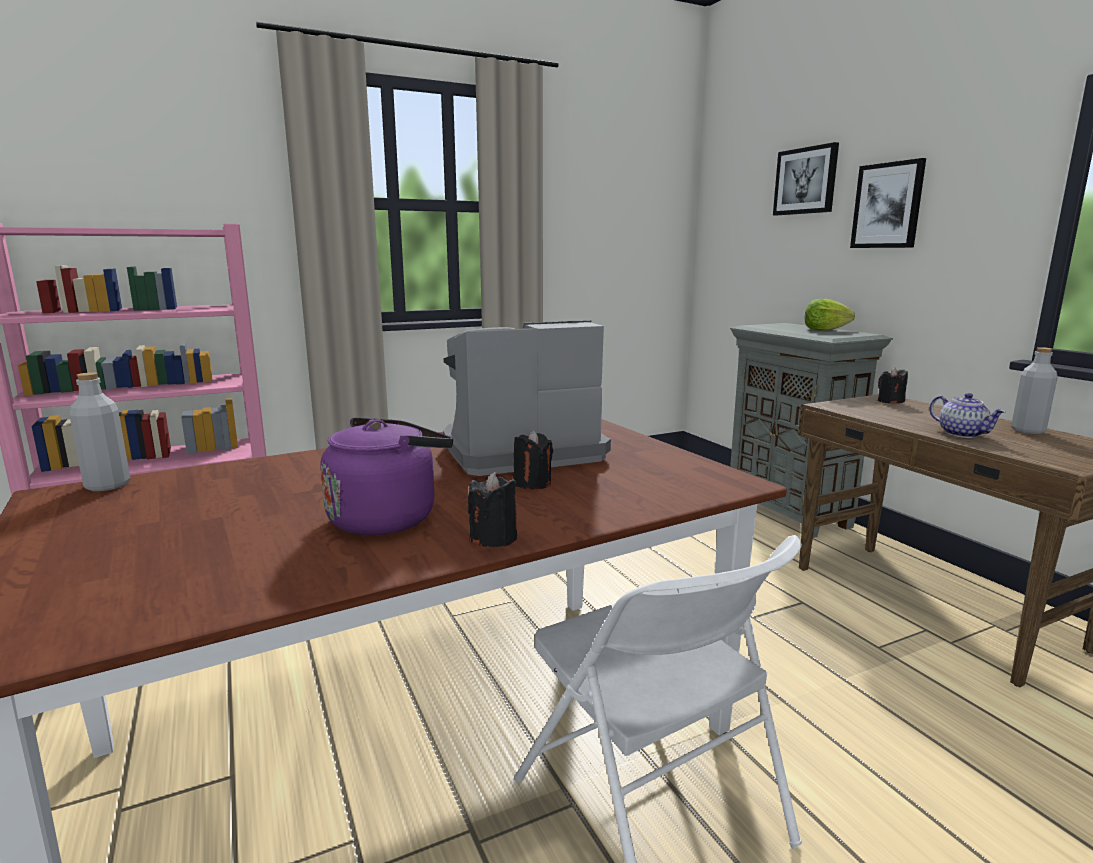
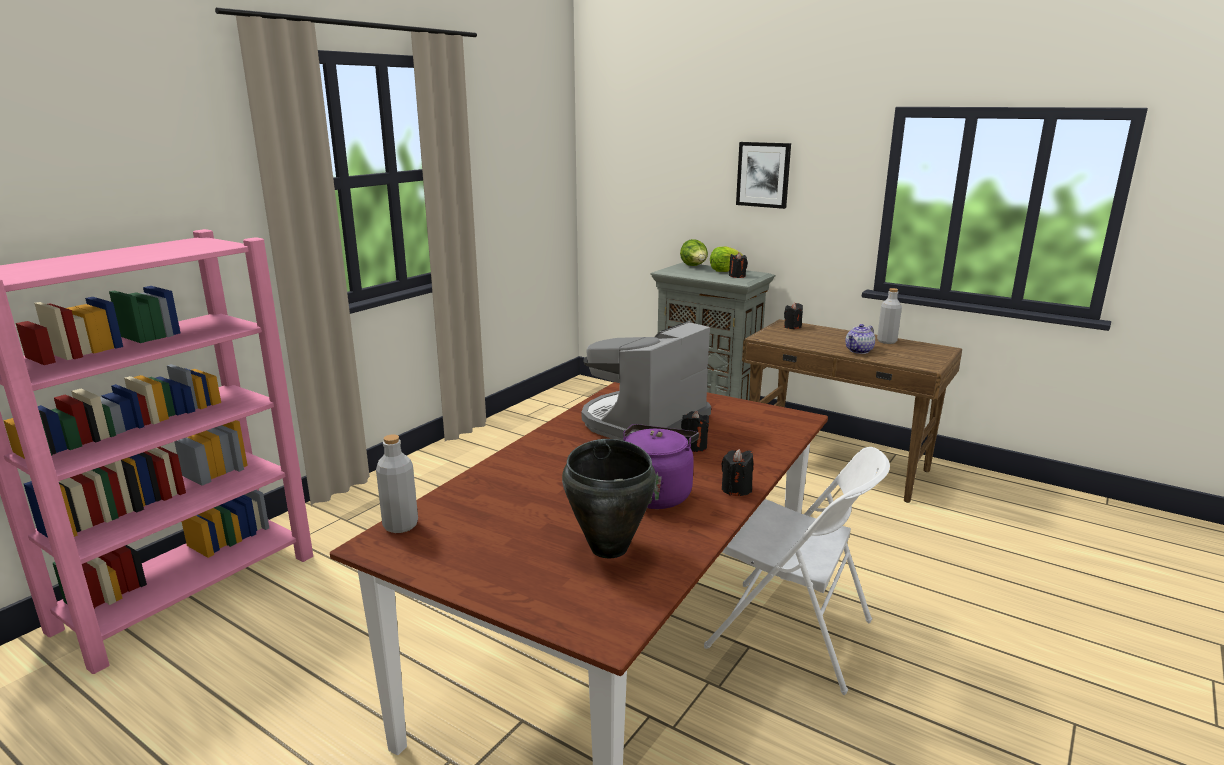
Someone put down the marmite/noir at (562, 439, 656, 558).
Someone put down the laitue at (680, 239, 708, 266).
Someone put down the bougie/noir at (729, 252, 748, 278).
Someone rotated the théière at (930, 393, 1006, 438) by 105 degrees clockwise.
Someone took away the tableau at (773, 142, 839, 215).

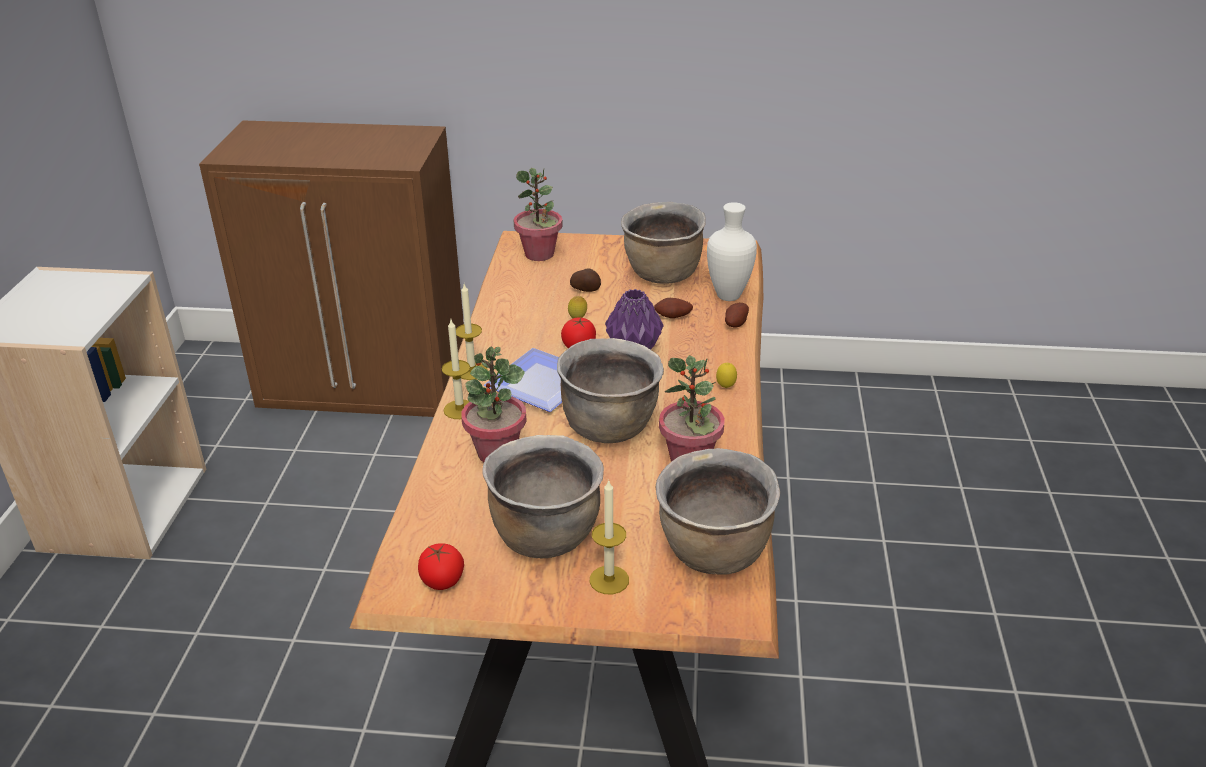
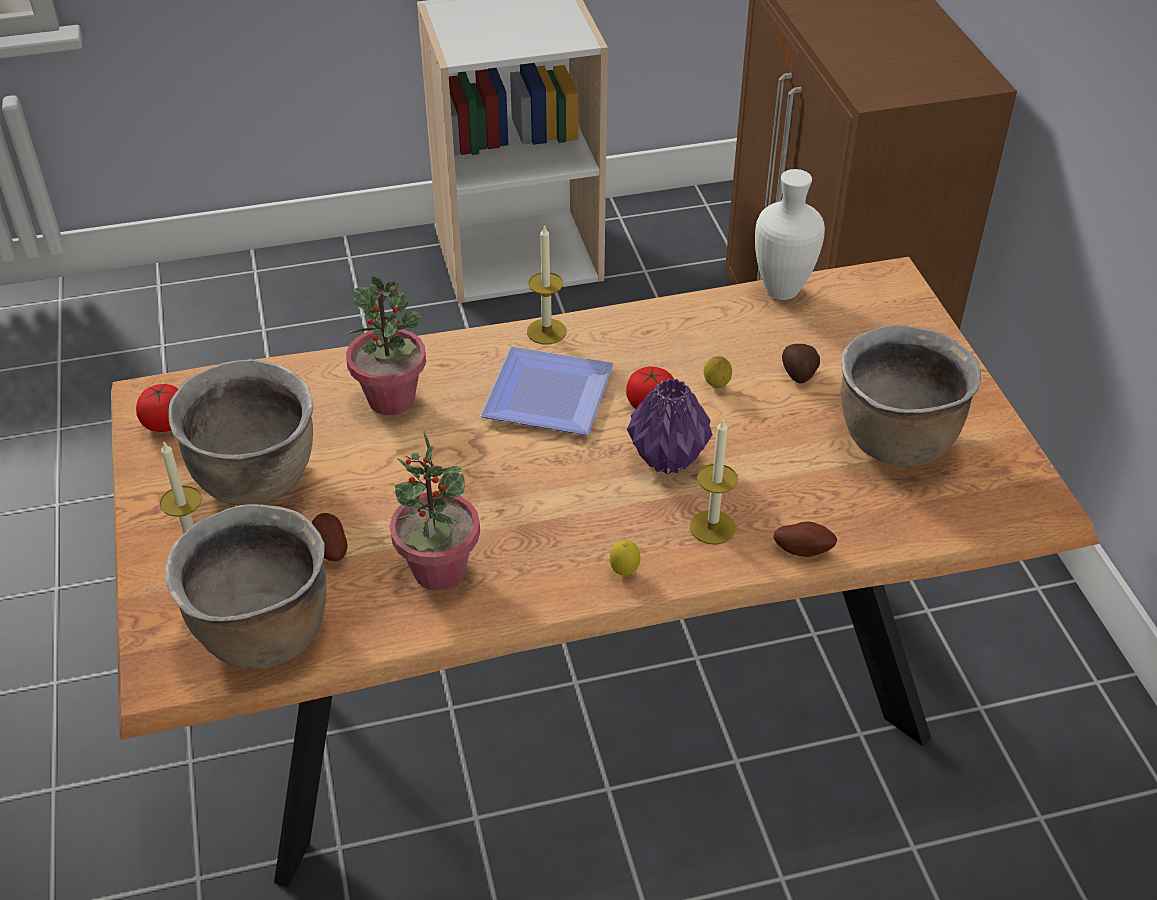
Someone carried the pomme de terre from (654, 298, 693, 318) to (312, 513, 347, 561).
Someone carried the bougie from (442, 320, 470, 419) to (690, 418, 738, 545).
Someone carried the vase/blanc from (707, 202, 757, 301) to (755, 169, 825, 300).
Someone took away the plante en pot at (513, 168, 563, 261).
Someone took away the marmite/marron at (557, 338, 664, 443).

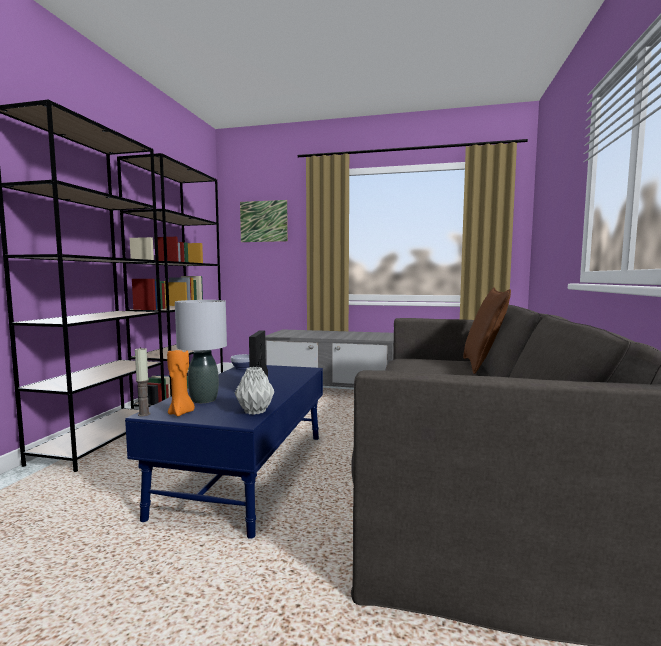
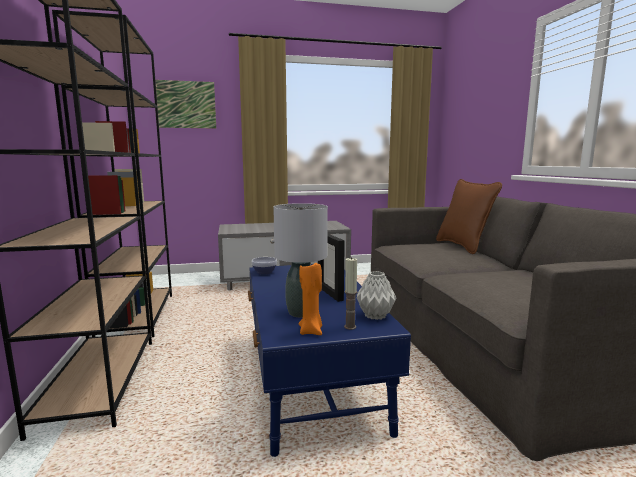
Someone carried the bougie from (135, 347, 150, 416) to (344, 257, 357, 330).

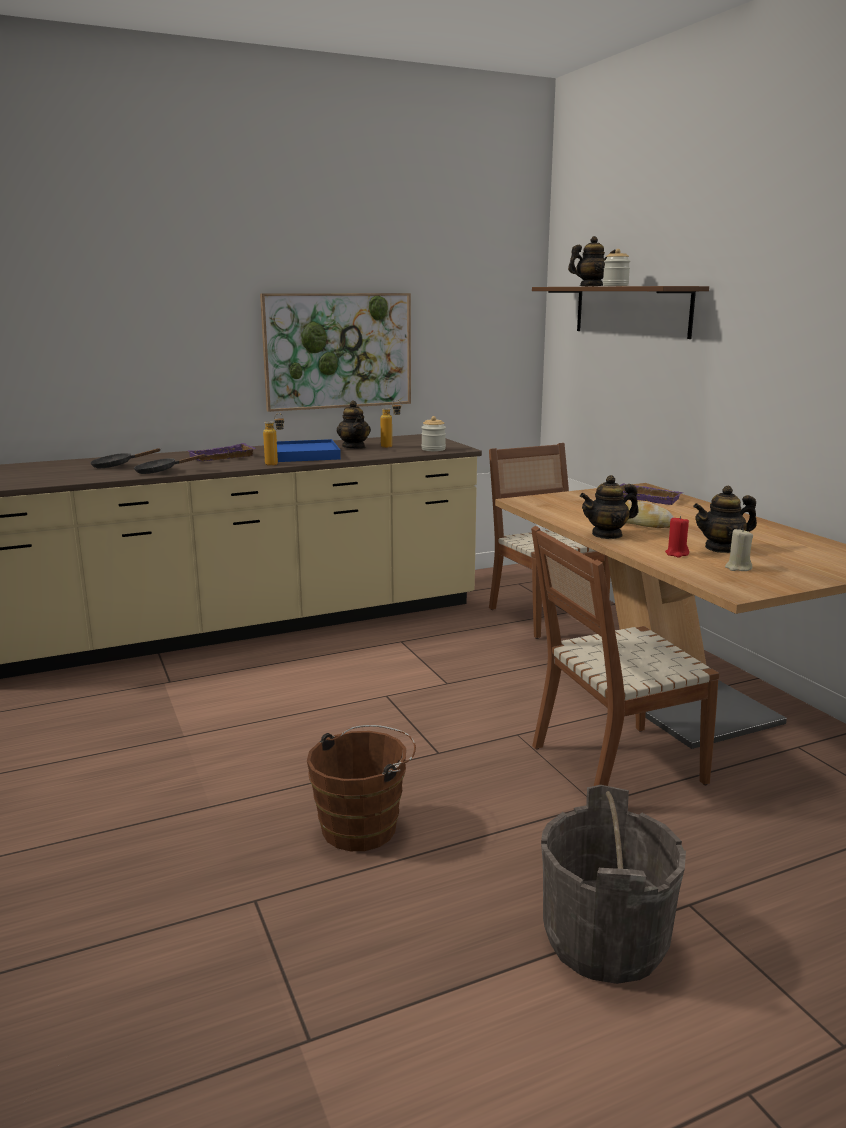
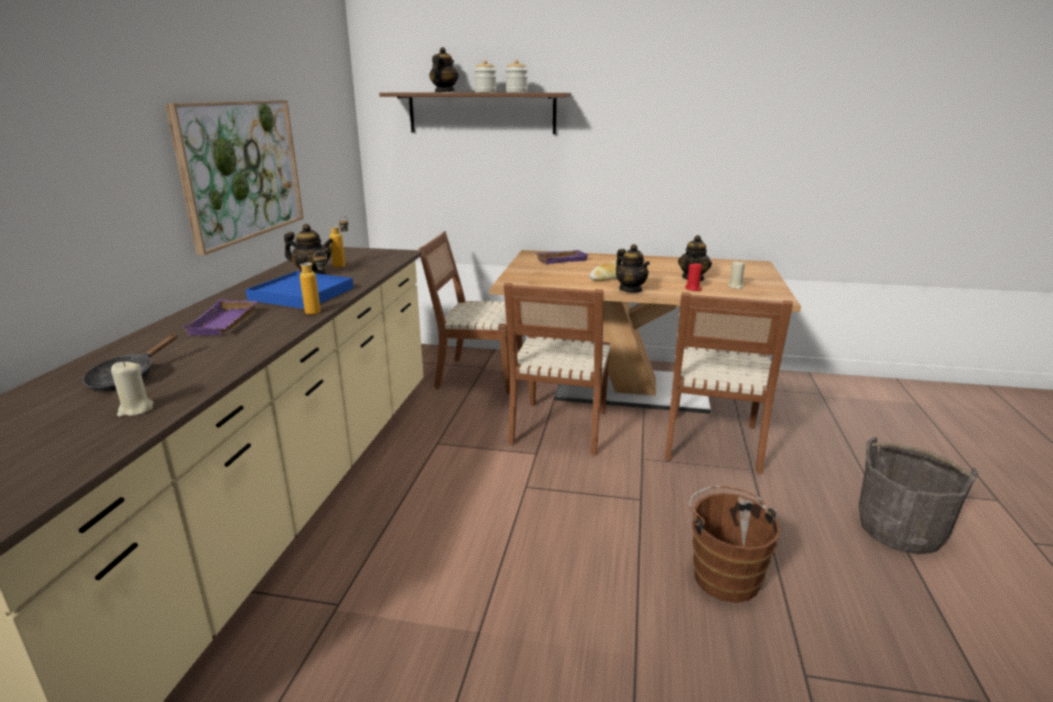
Someone put down the bougie/beige at (111, 361, 154, 417).
Someone put down the chaise at (504, 283, 610, 456).
Someone carried the bocal from (421, 416, 446, 451) to (506, 60, 528, 92).
Someone rotated the théière at (580, 475, 639, 539) by 45 degrees counterclockwise.
Someone took away the poêle/noir at (134, 454, 206, 474).

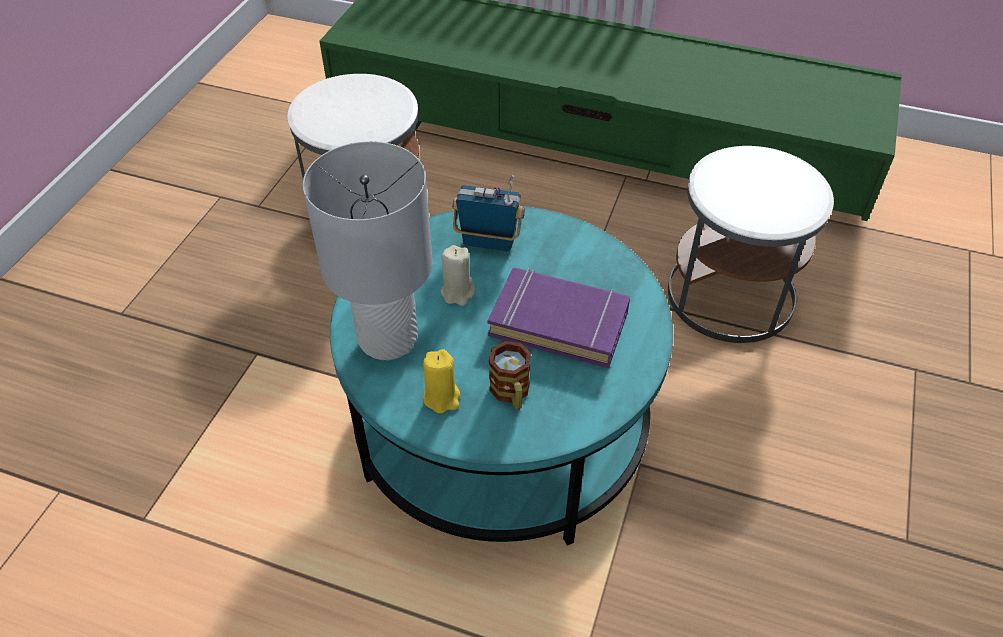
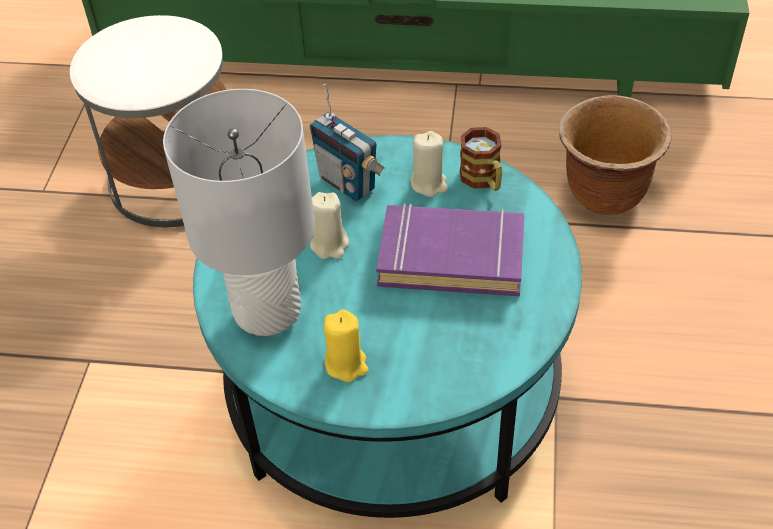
Someone rotated the radio at (452, 175, 525, 251) by 135 degrees counterclockwise.
Someone put down the bougie/beige at (411, 131, 448, 197).
Someone carried the mug from (489, 341, 531, 410) to (460, 127, 502, 191).
Someone swapped the table d'appoint/blanc at (668, 146, 834, 343) for the cache-pot/marron at (559, 95, 672, 215).

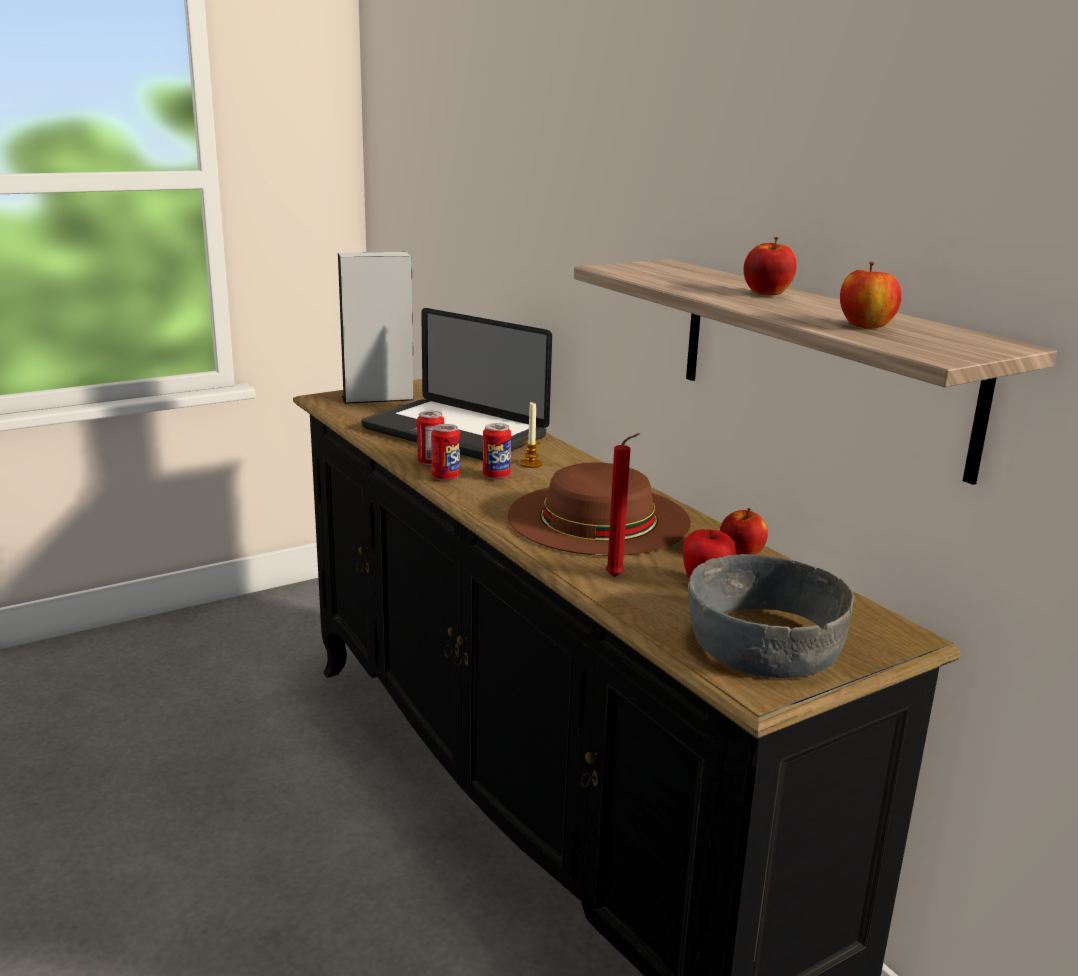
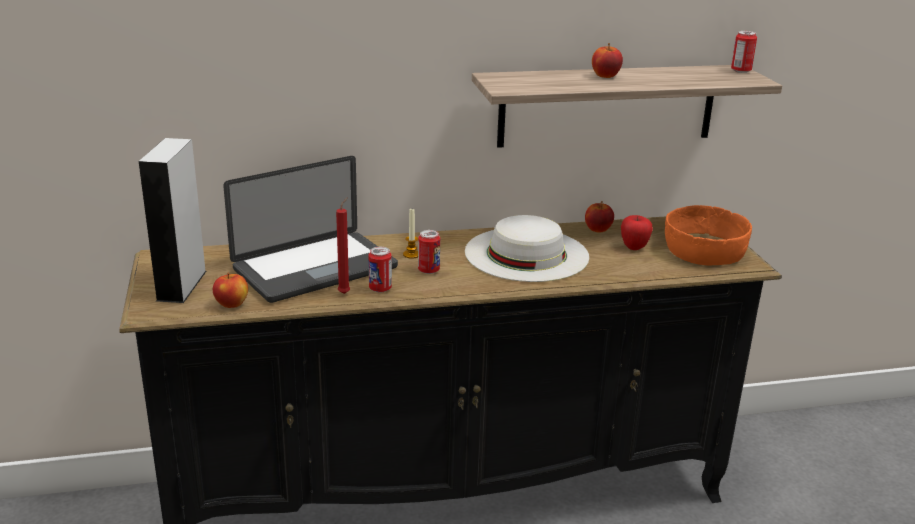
Someone carried the pomme from (840, 262, 902, 329) to (213, 273, 248, 308).
Someone carried the bougie/rouge from (606, 433, 640, 577) to (336, 197, 350, 294).
Someone repainted the chapeau/marron at (508, 462, 691, 556), which became the chapeau/blanc at (465, 215, 589, 282).
Someone repainted the bol/gris at (688, 554, 854, 678), which became the bol/orange at (665, 205, 752, 266).
Someone carried the boîte métallique from (431, 424, 460, 481) to (731, 31, 757, 73).

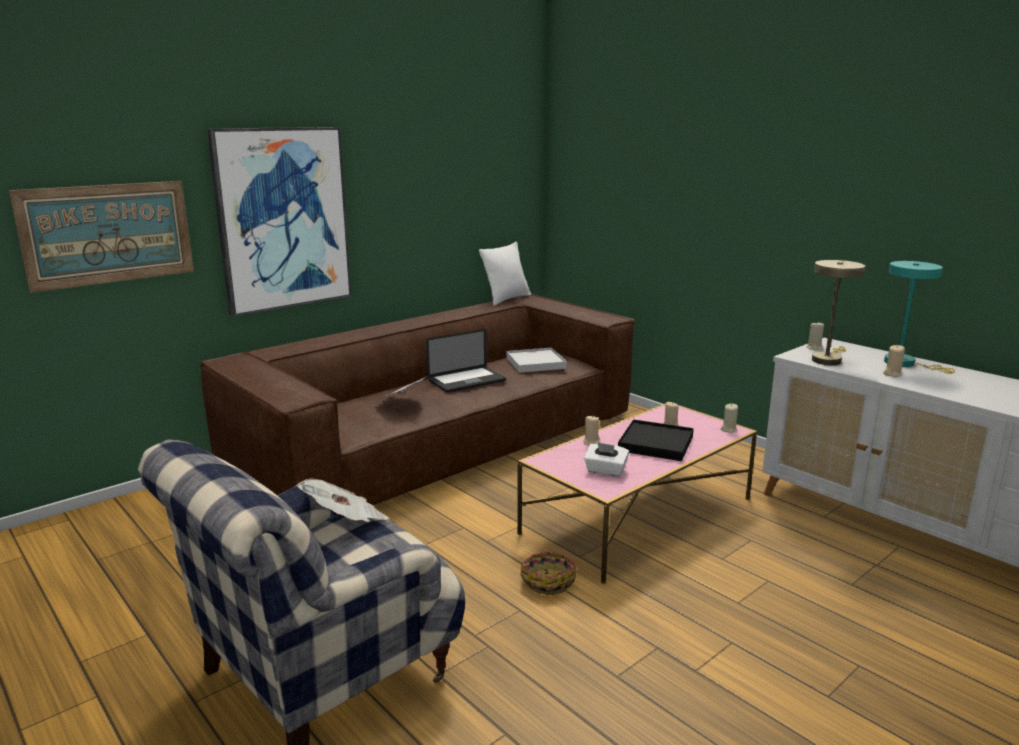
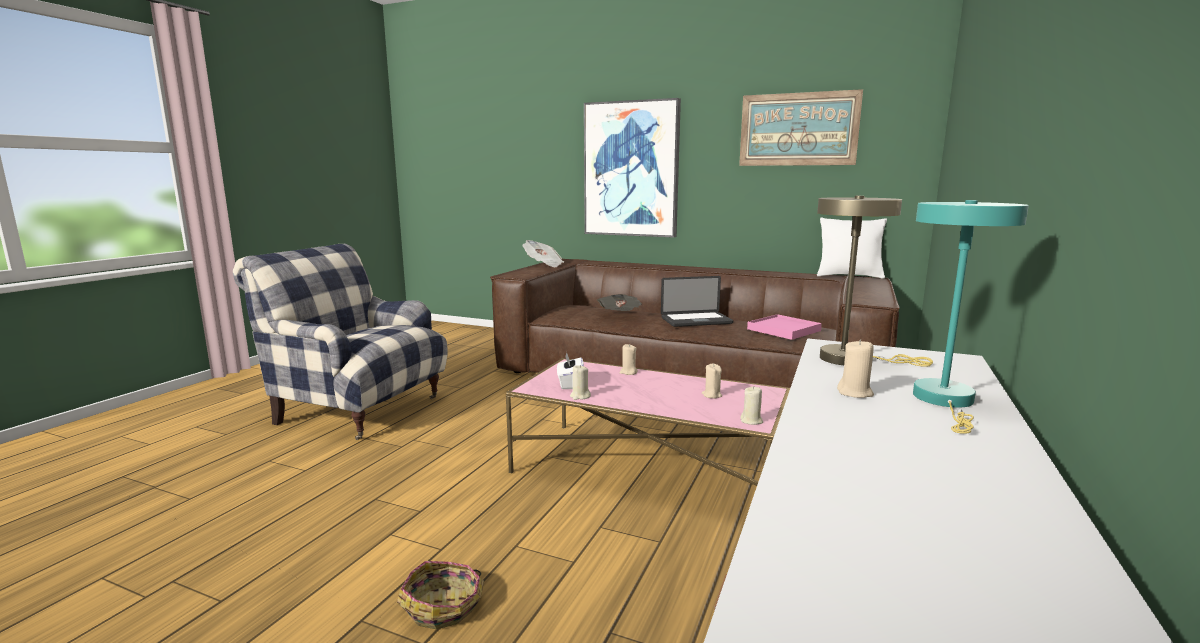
Someone carried the panier from (521, 552, 577, 595) to (397, 561, 484, 630).
Someone carried the journal from (297, 480, 389, 522) to (522, 240, 564, 267).
Someone carried the bougie/beige from (807, 323, 824, 350) to (570, 365, 591, 400).
Someone rotated the ordinateur portable at (426, 329, 506, 393) by 45 degrees counterclockwise.
Someone carried the tableau from (9, 181, 194, 293) to (739, 89, 863, 166).
Someone repainted the plateau/blanc at (507, 348, 567, 373), which became the plateau/rose at (747, 314, 822, 340).
Someone took away the plateau/noir at (618, 419, 694, 461).

